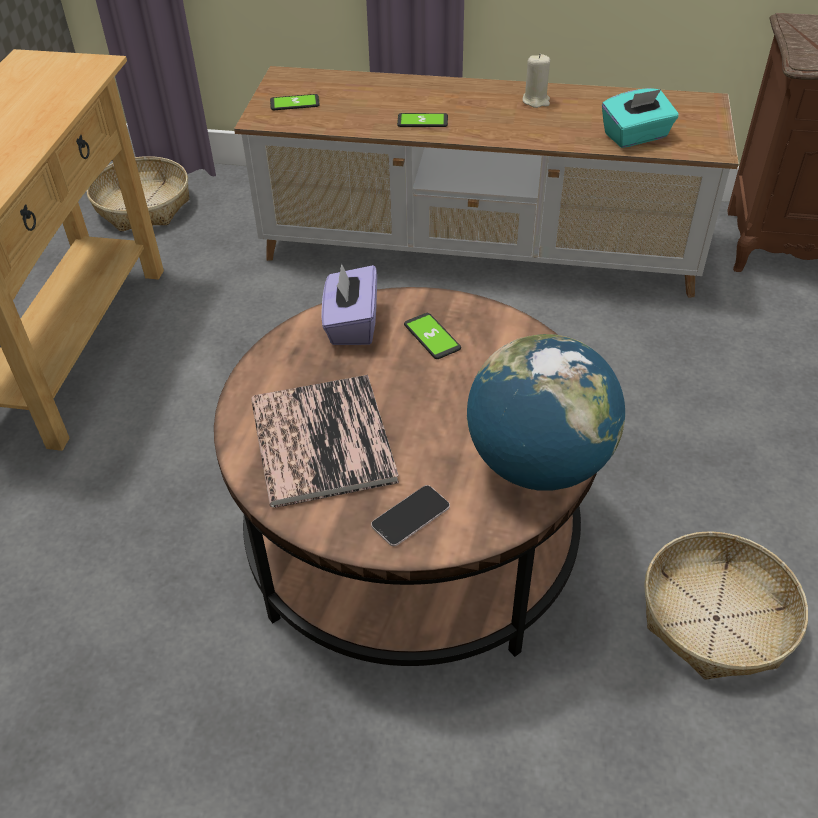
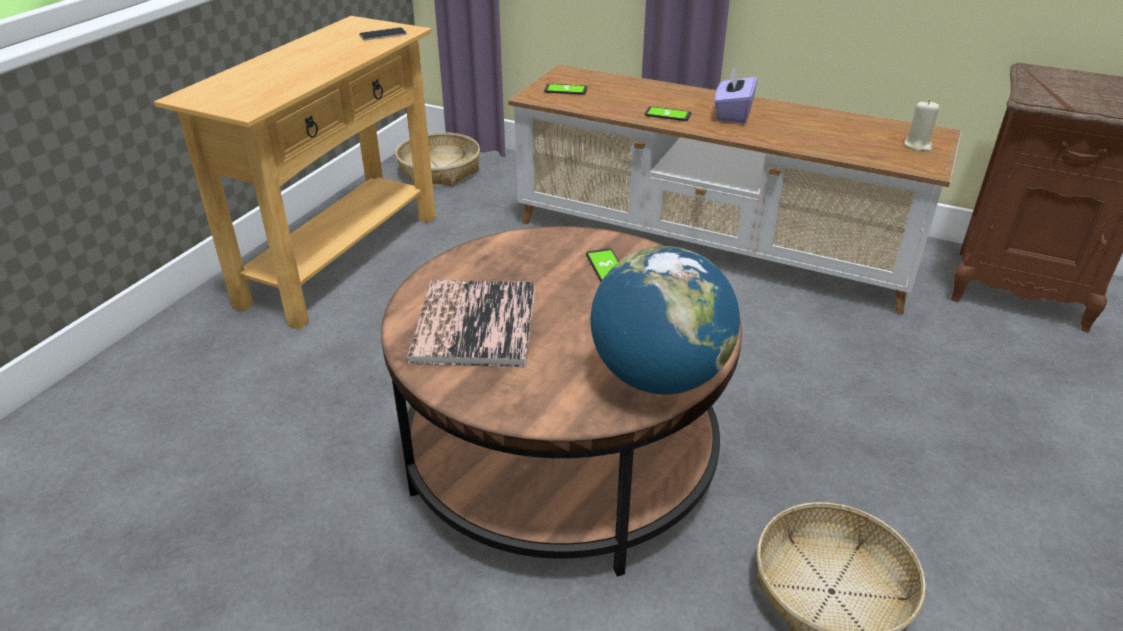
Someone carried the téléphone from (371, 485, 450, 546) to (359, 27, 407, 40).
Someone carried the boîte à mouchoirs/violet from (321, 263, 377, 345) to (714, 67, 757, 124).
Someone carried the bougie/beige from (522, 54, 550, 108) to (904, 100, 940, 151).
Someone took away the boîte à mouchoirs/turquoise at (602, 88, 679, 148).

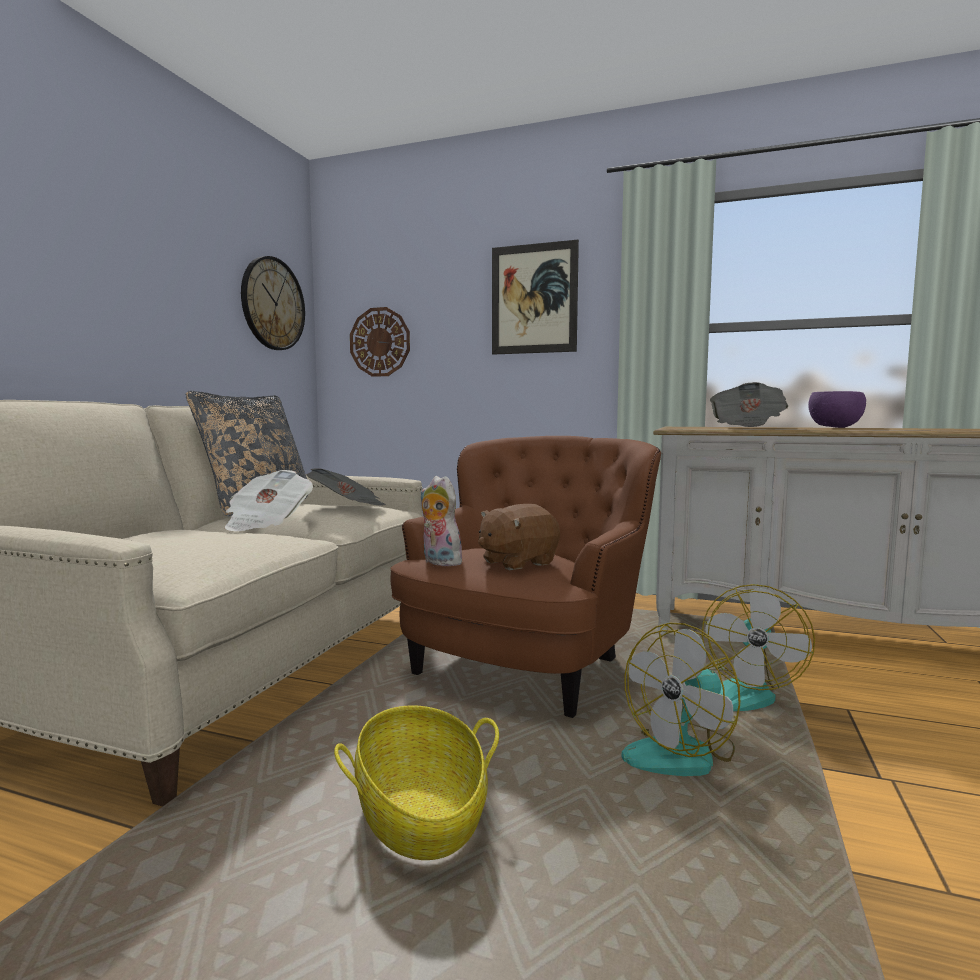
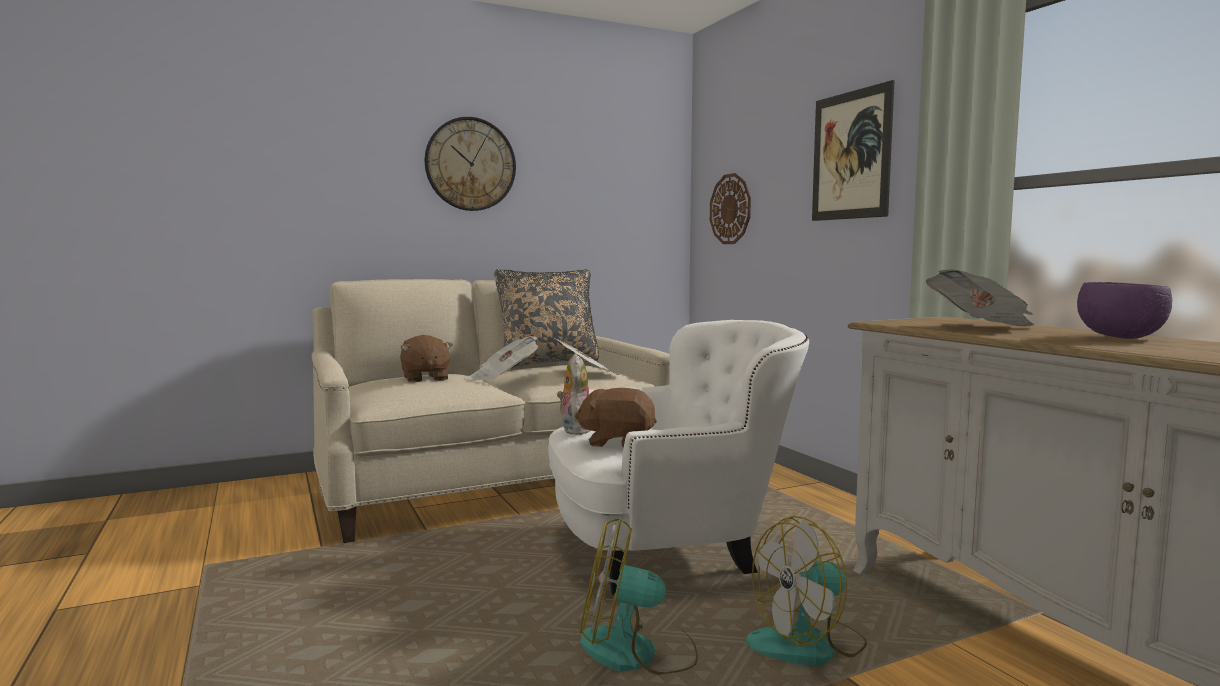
Someone put down the peluche/marron at (400, 335, 453, 382).
Someone carried the horloge murale from (241, 256, 305, 350) to (425, 117, 516, 211).
Someone repainted the fauteuil/marron at (390, 436, 661, 718), which became the fauteuil/blanc at (548, 320, 809, 596).
Someone took away the panier at (334, 705, 499, 860).

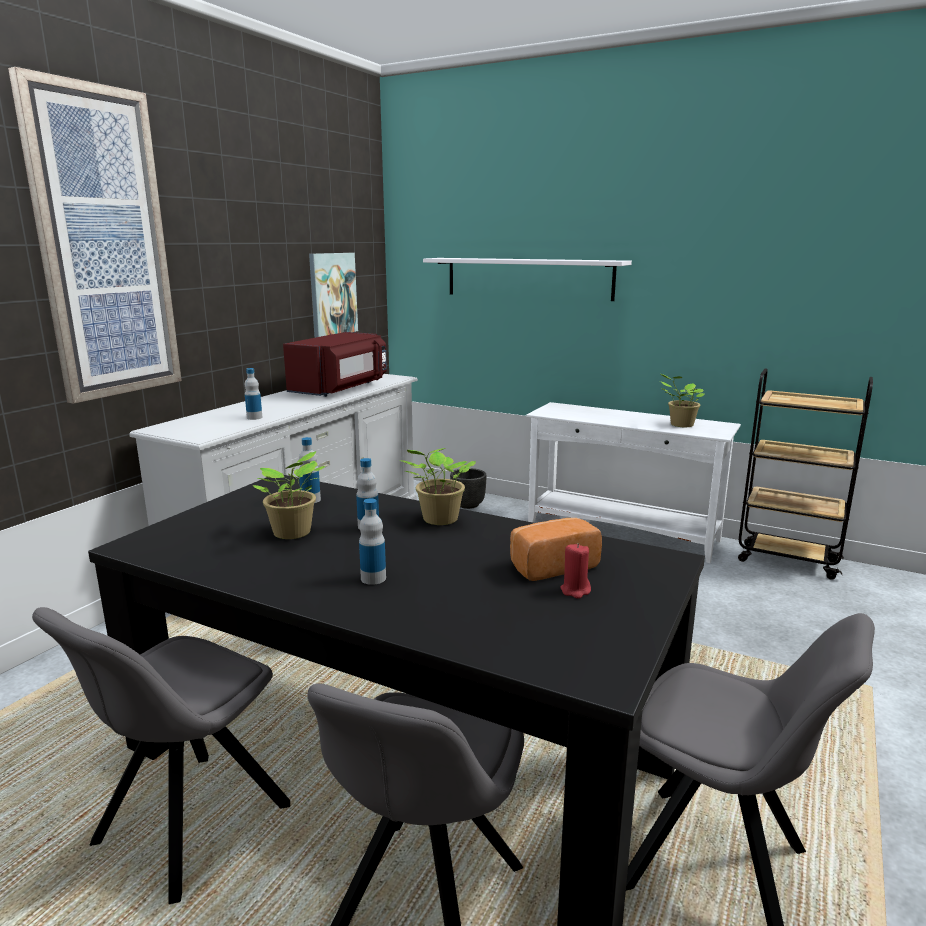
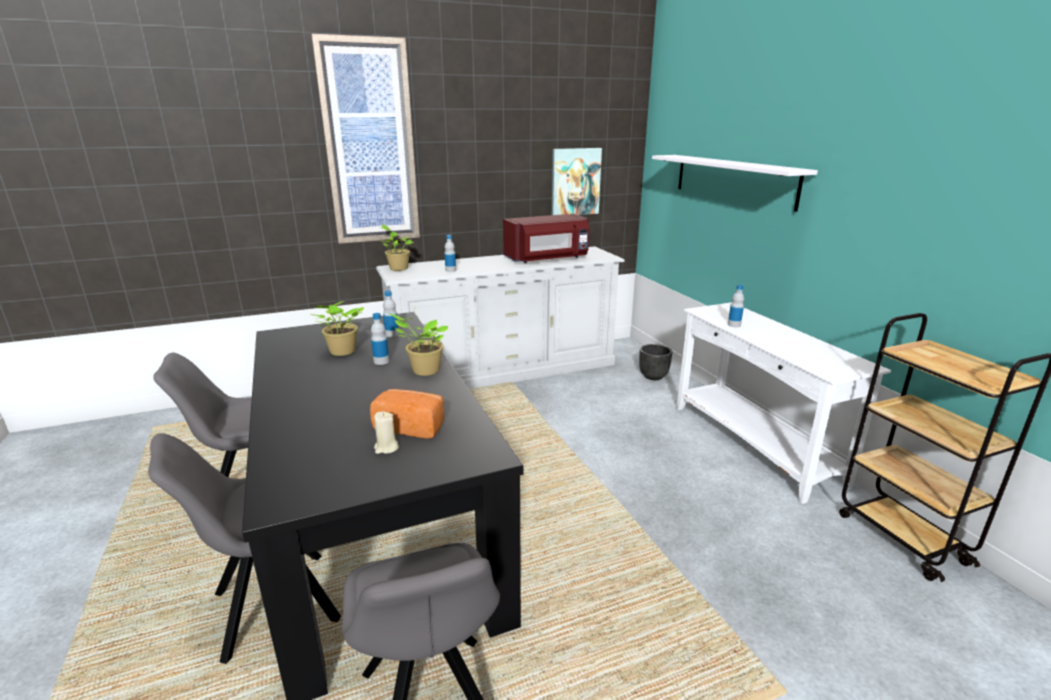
Someone repainted the bougie/rouge at (560, 543, 591, 599), which became the bougie/beige at (374, 412, 399, 454).
Someone carried the plante en pot from (660, 374, 704, 427) to (379, 224, 414, 271).
Someone carried the bouteille from (359, 498, 386, 585) to (728, 285, 744, 327).

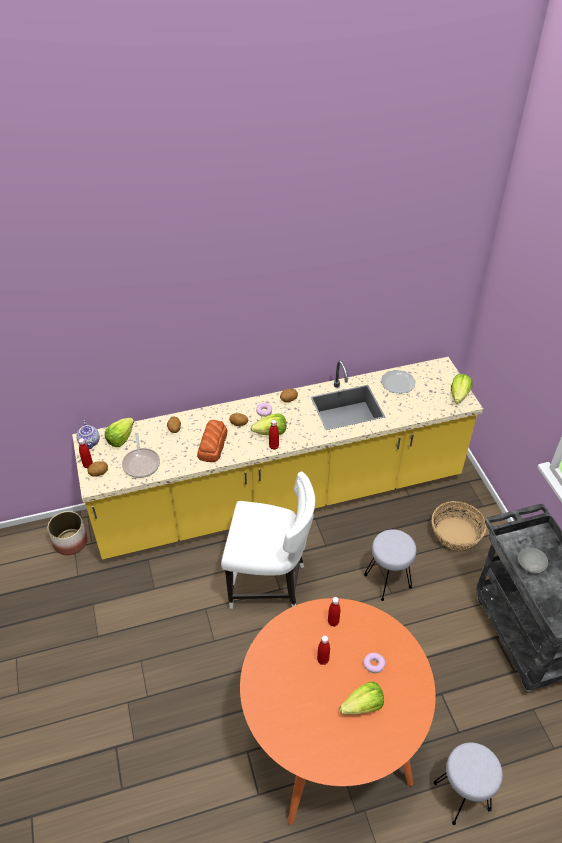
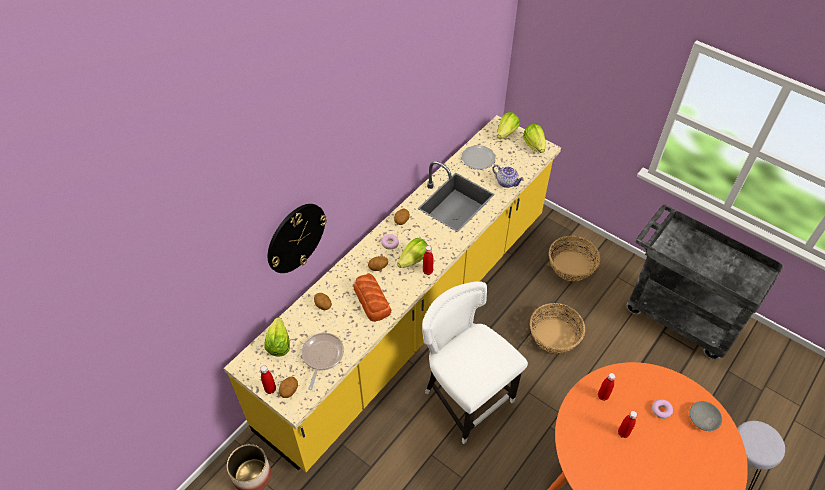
Someone put up the horloge murale at (268, 204, 327, 273).
Someone rotated the poêle at (122, 433, 160, 478) by 120 degrees counterclockwise.
Someone rotated the chaise/blanc at (221, 472, 315, 609) by 105 degrees counterclockwise.
Someone carried the théière from (76, 420, 100, 449) to (492, 165, 524, 188).
Someone carried the laitue from (340, 682, 384, 715) to (497, 112, 520, 139).
Someone swapped the tabouret/gris at (364, 529, 416, 601) for the panier at (530, 303, 585, 353).
Someone carried the bol/gris from (518, 548, 548, 573) to (689, 401, 722, 431).

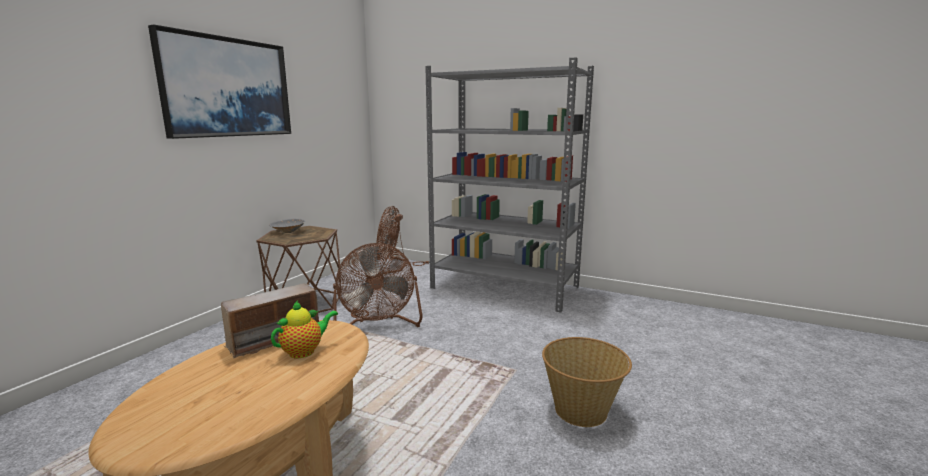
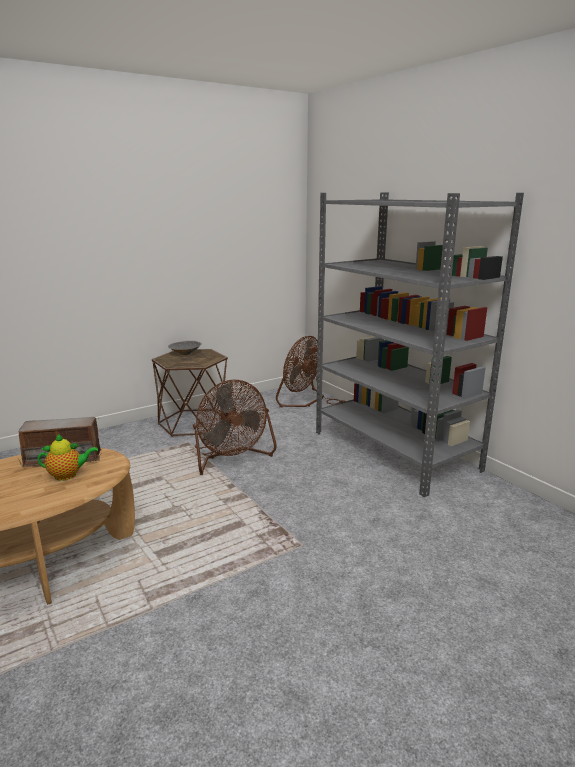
Someone rotated the ventilateur/marron at (333, 243, 422, 327) by 45 degrees counterclockwise.
Someone took away the tableau at (148, 25, 291, 139).
Someone took away the panier at (542, 337, 632, 427).

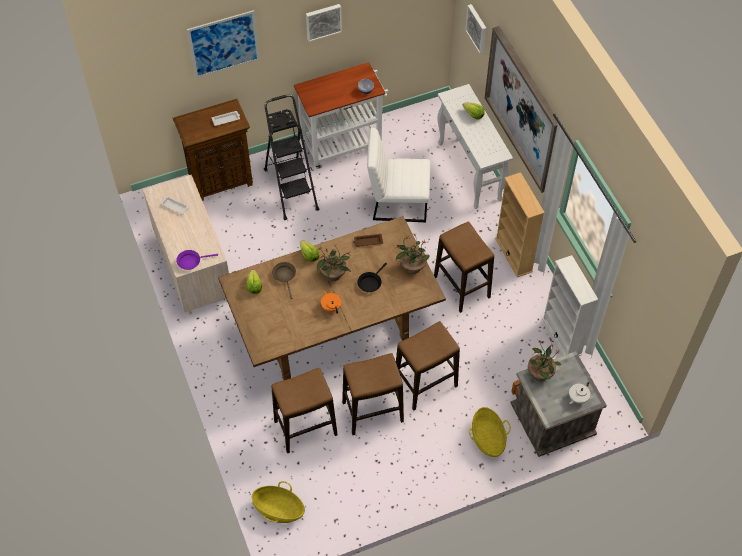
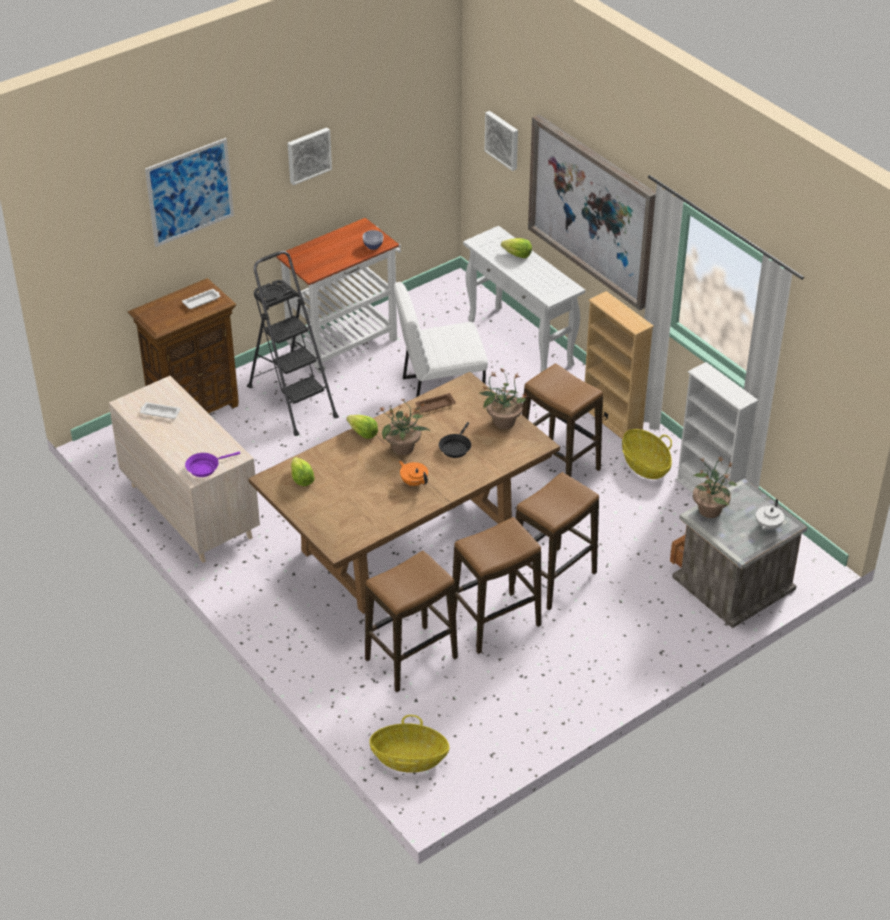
Someone carried the panier from (469, 407, 511, 457) to (622, 429, 672, 479).
Someone took away the poêle/marron at (272, 262, 296, 299).

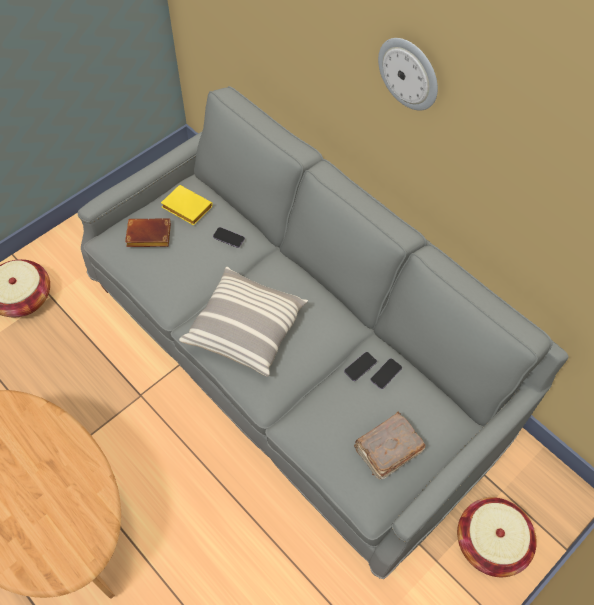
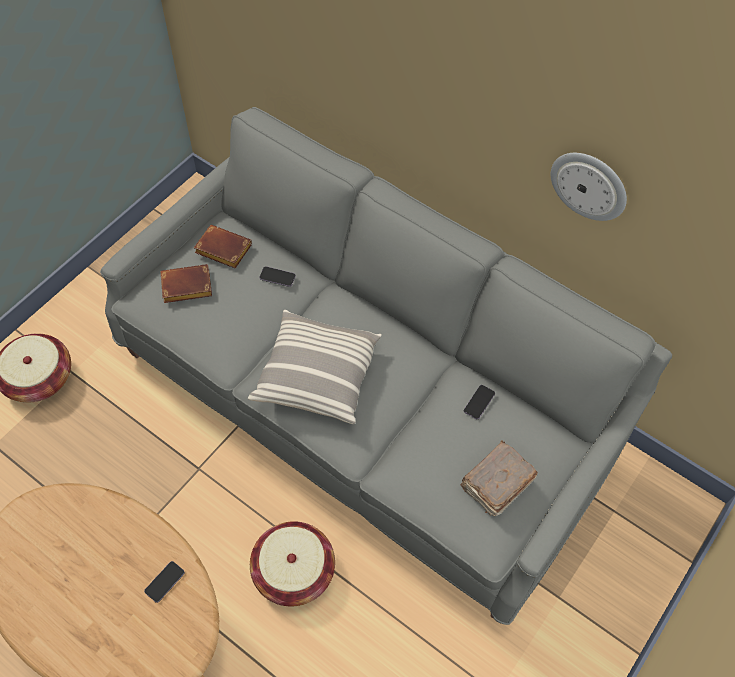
Someone carried the téléphone from (344, 352, 377, 381) to (144, 561, 185, 603).
Someone repainted the livre/jaune at (161, 185, 213, 225), which became the livre/marron at (194, 225, 252, 268).
Someone carried the panier from (457, 497, 537, 577) to (250, 521, 335, 606).
Someone carried the horloge murale from (378, 38, 438, 110) to (551, 153, 627, 221).

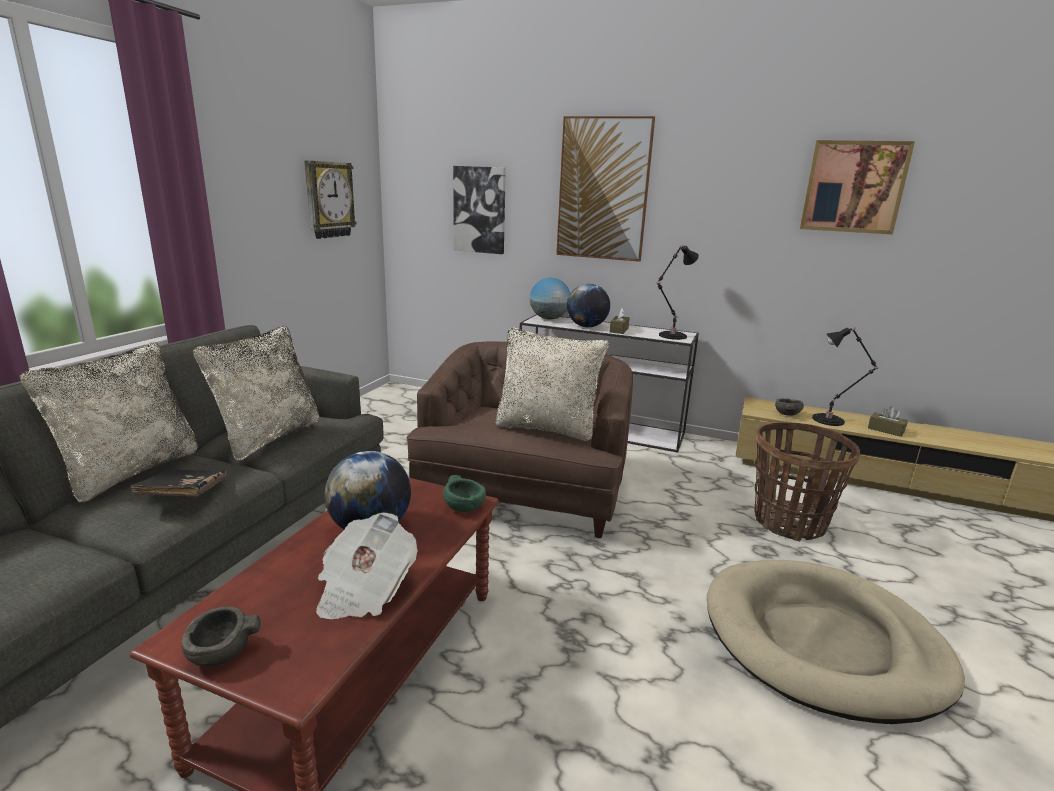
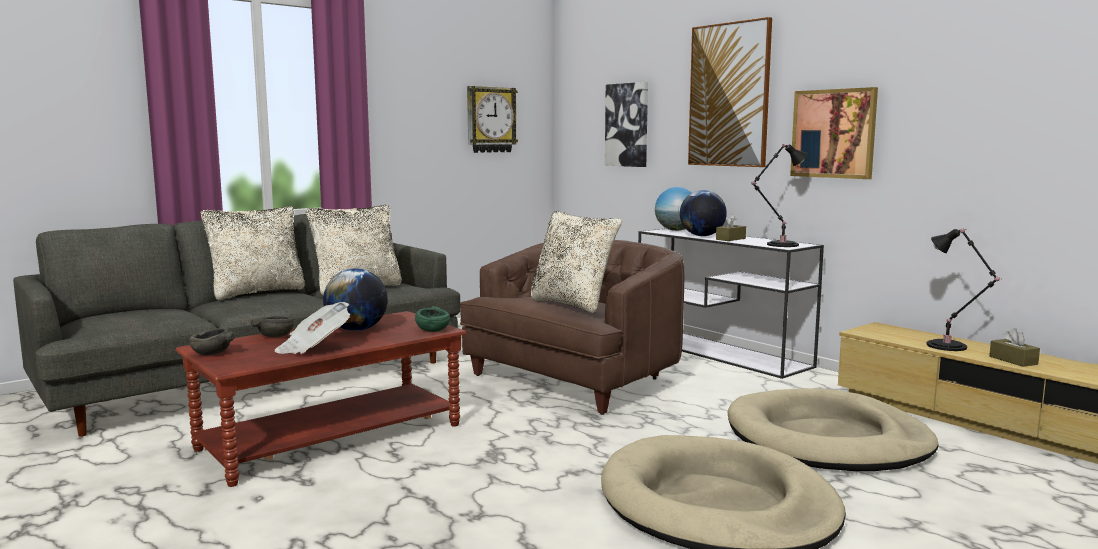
Someone carried the bol/gris from (775, 398, 804, 416) to (251, 316, 294, 337).
Someone swapped the panier at (754, 422, 860, 541) for the panier pour chien/beige at (728, 388, 939, 471).
Someone carried the tableau from (800, 140, 915, 234) to (790, 87, 878, 179).
Someone took away the livre/noir at (130, 469, 228, 497).

